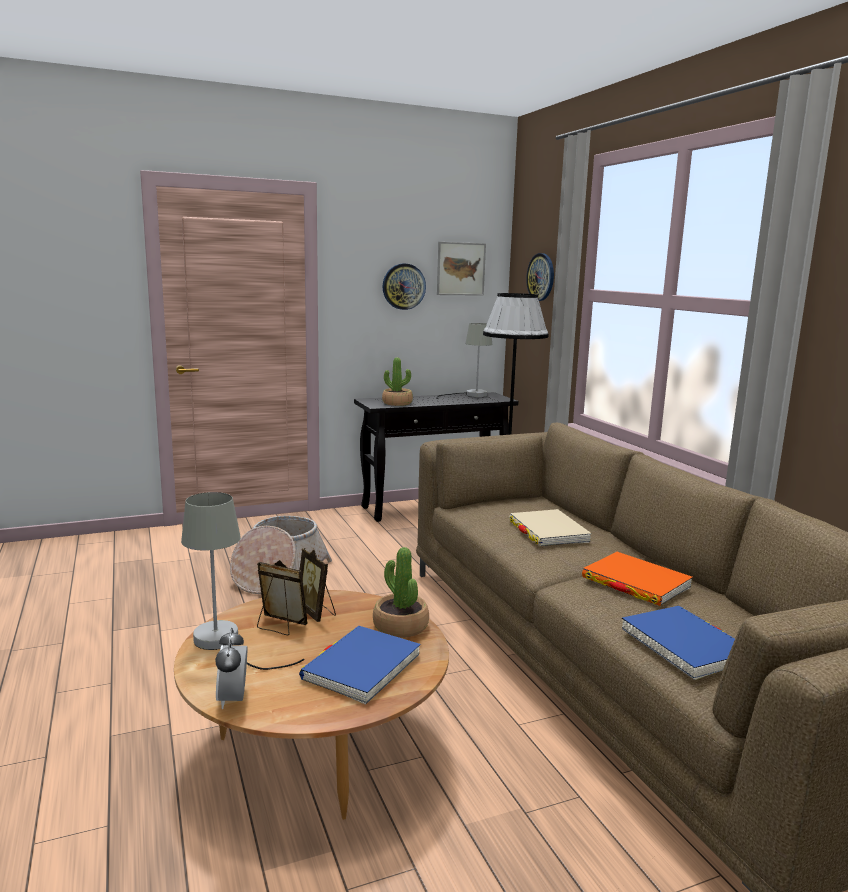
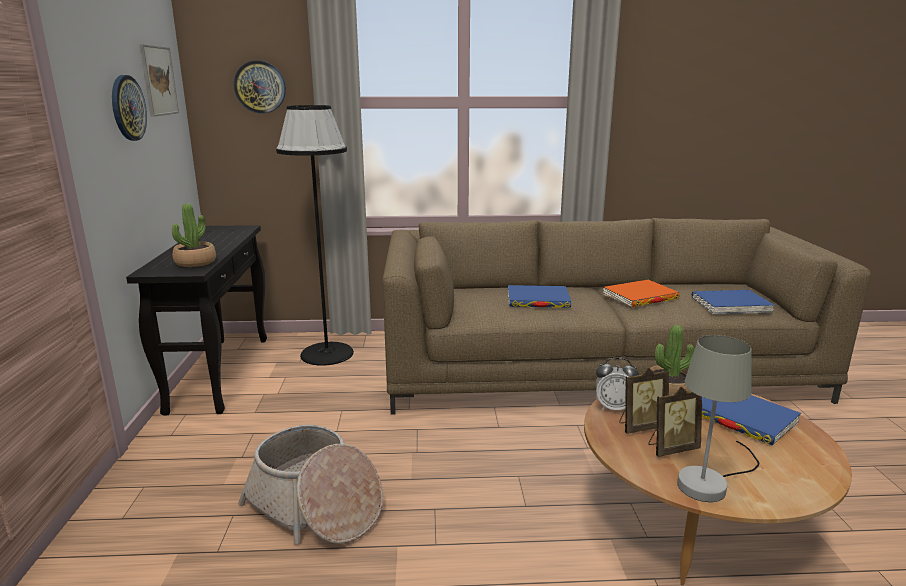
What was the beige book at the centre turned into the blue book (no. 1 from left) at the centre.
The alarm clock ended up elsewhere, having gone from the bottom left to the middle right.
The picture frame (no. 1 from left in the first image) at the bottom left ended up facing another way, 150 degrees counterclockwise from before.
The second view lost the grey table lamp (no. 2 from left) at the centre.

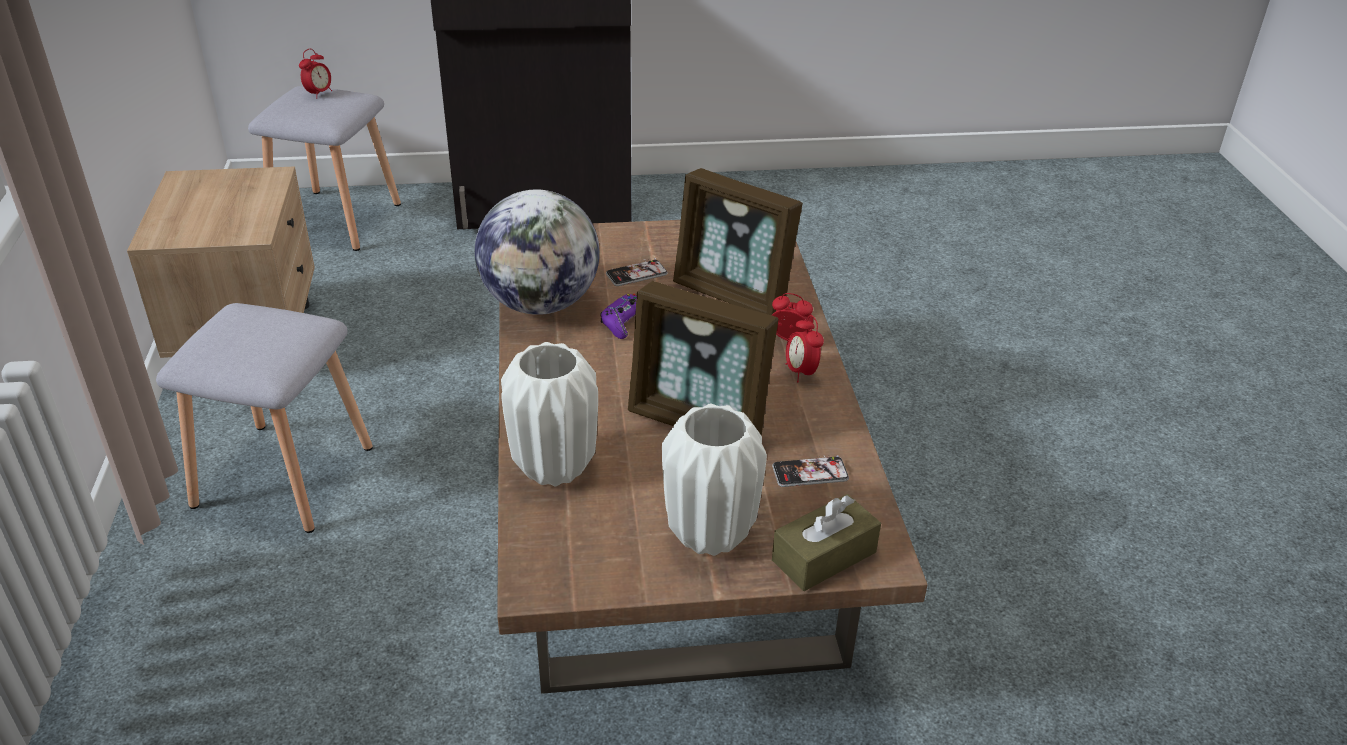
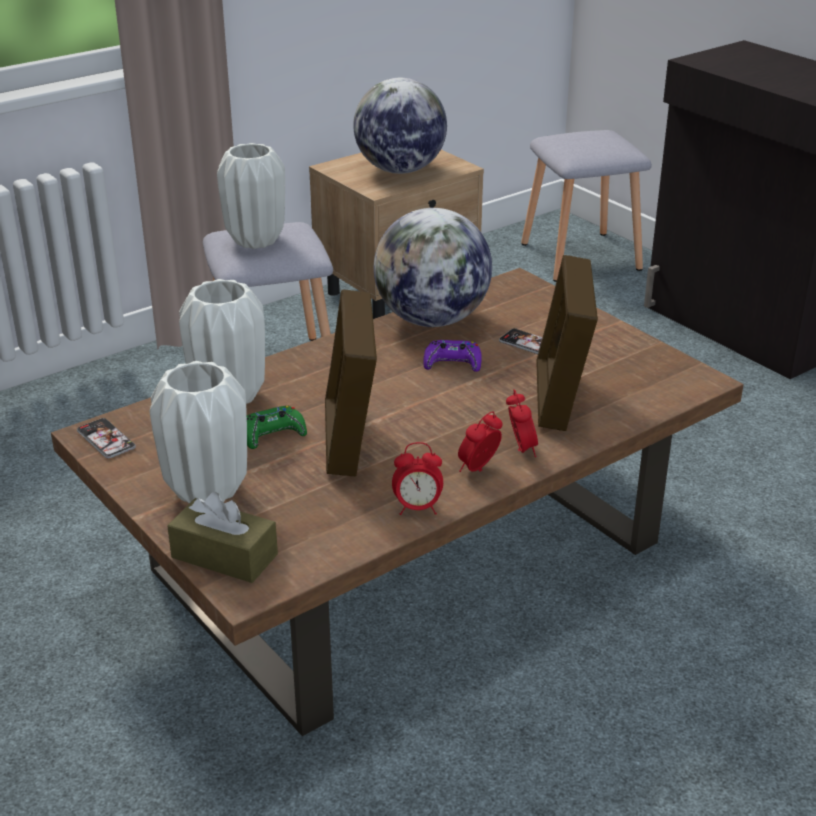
The phone (no. 2 from left in the first image) ended up elsewhere, having gone from the centre to the middle left.
The second view gained the white vase (no. 3 from left) at the top left.
The second view gained the green game controller at the centre.
The second view gained the globe (no. 1 from left) at the top centre.
The alarm clock (no. 1 from left) ended up elsewhere, having gone from the top left to the centre.

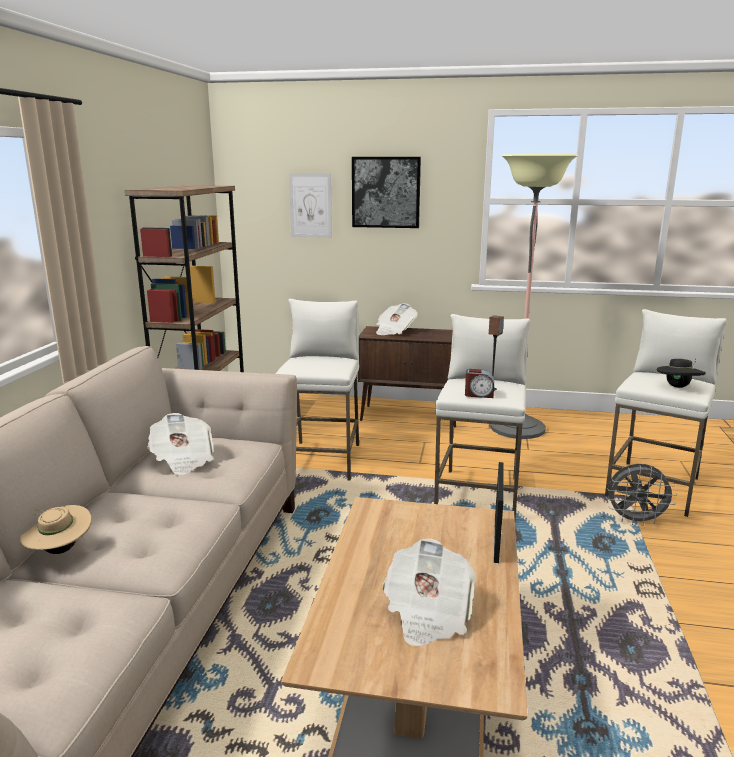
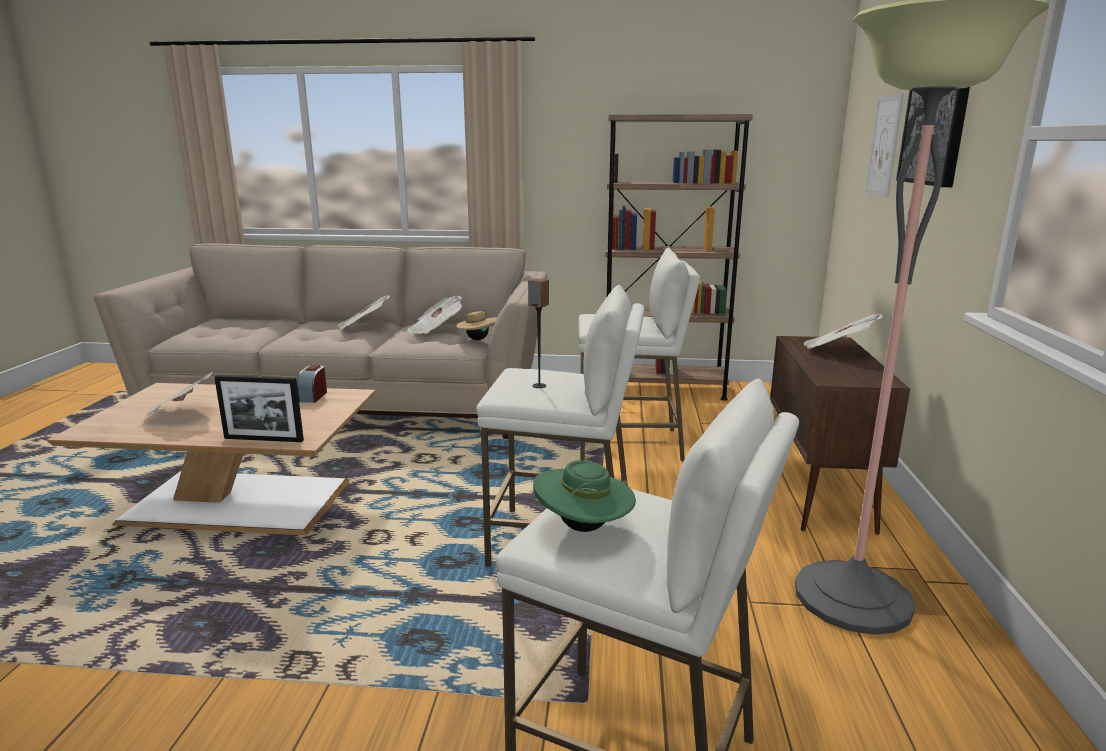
The alarm clock ended up elsewhere, having gone from the centre to the middle left.
The second view gained the newspaper (no. 2 from left) at the middle left.
The beige hat ended up elsewhere, having gone from the bottom left to the centre.
What was the black hat at the middle right turned into the green hat at the centre.
The second view lost the grey fan at the middle right.

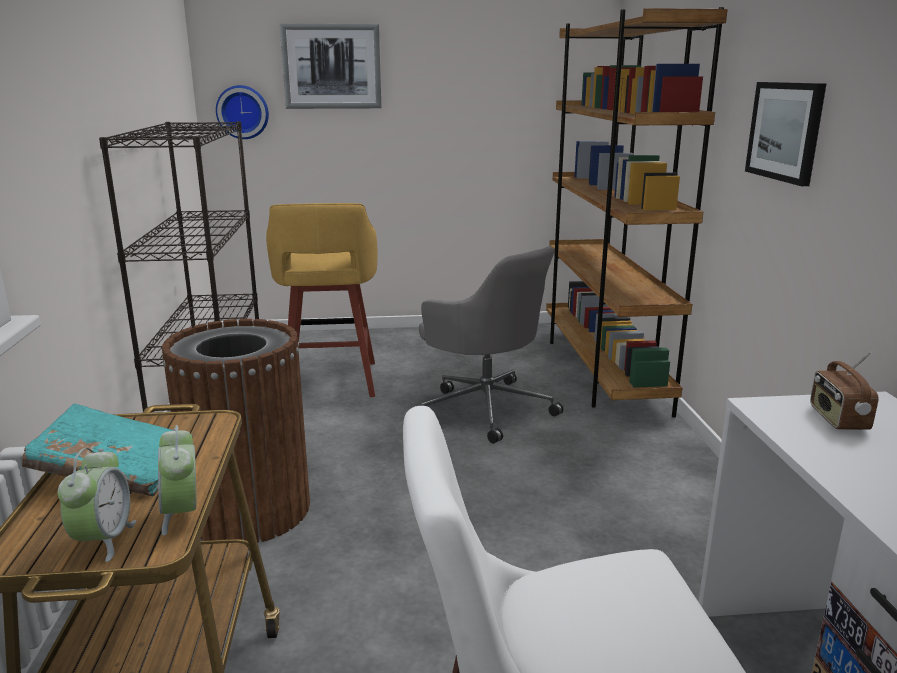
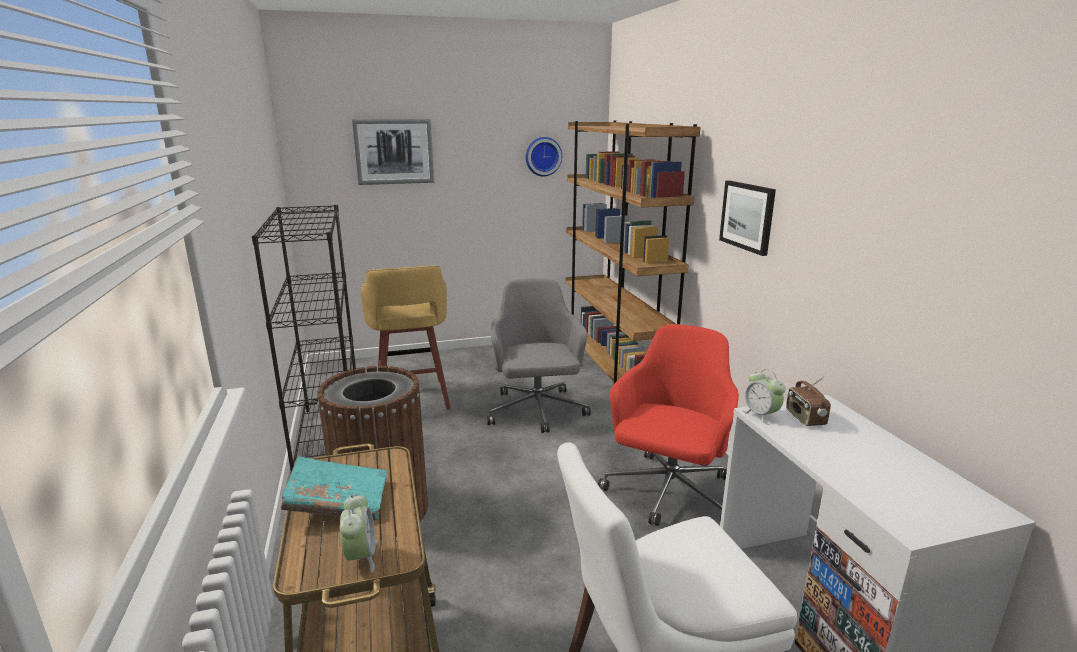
The grey office chair at the centre ended up facing another way, 135 degrees counterclockwise from before.
The wall clock ended up elsewhere, having gone from the top left to the top centre.
The second view gained the red office chair at the centre.
The alarm clock (no. 2 from left) ended up elsewhere, having gone from the bottom left to the middle right.

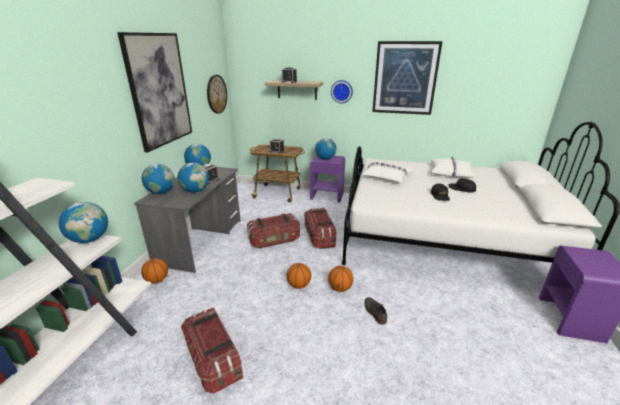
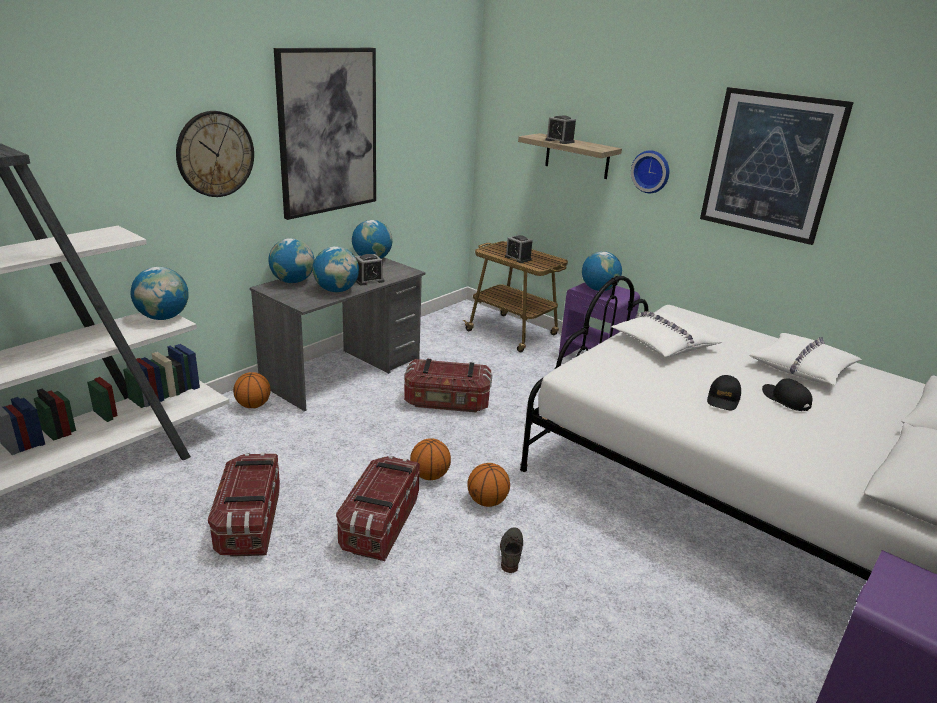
The wall clock (no. 1 from left) ended up elsewhere, having gone from the top centre to the top left.
The storage box (no. 3 from left in the first image) ended up elsewhere, having gone from the centre to the bottom centre.

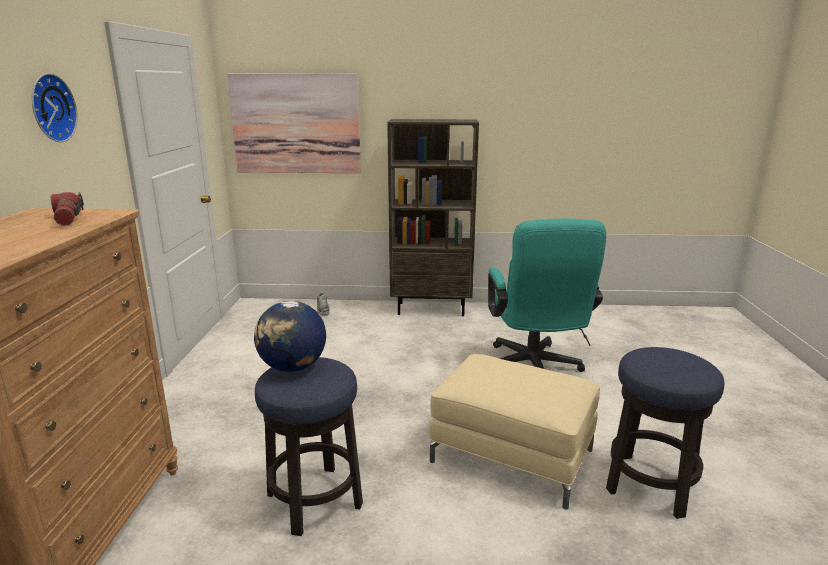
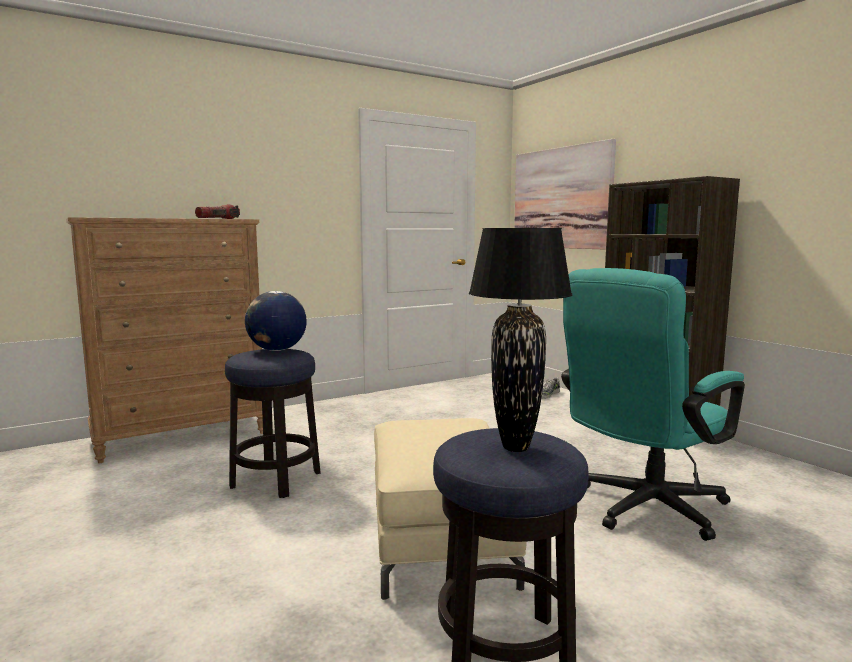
The second view gained the black table lamp at the centre.
The second view lost the wall clock at the top left.

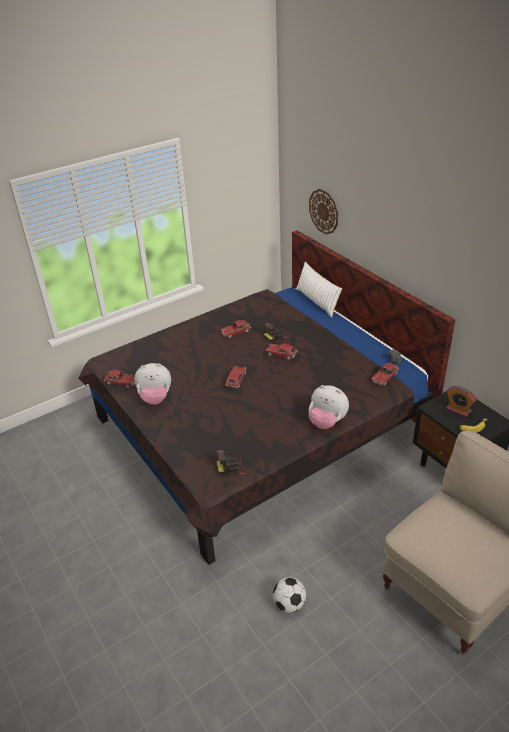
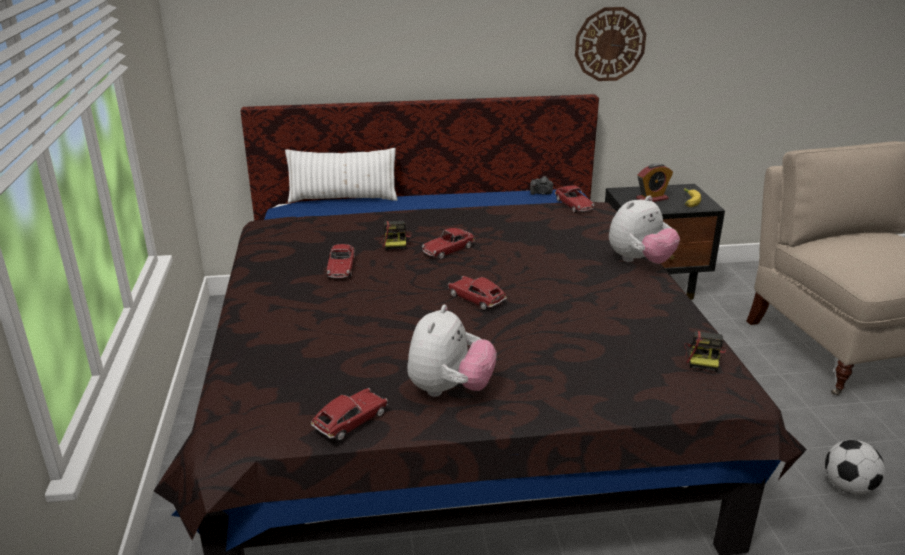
The wall clock ended up elsewhere, having gone from the top centre to the top right.

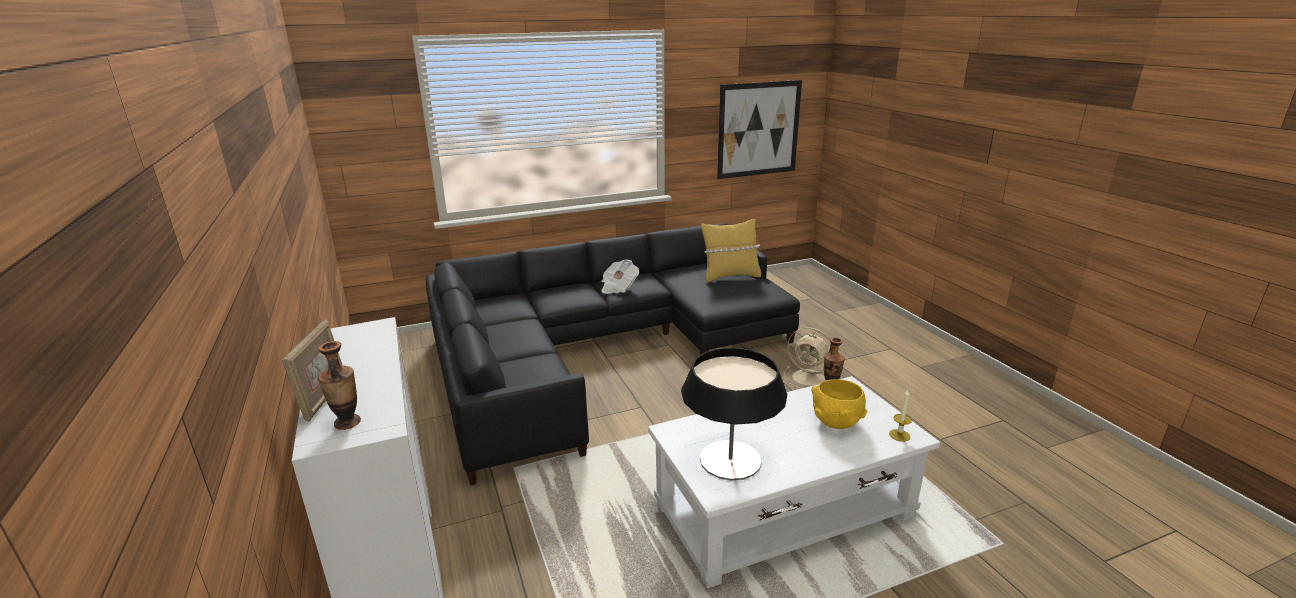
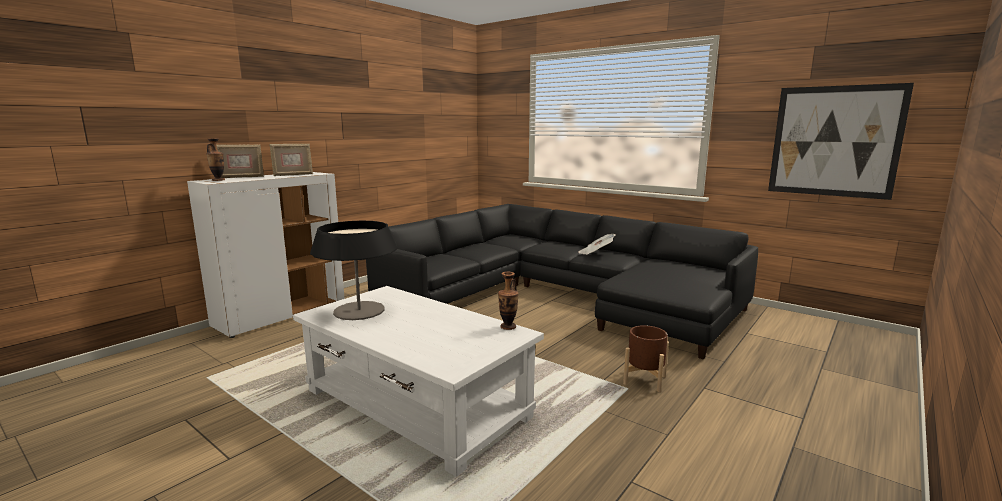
The second view gained the picture frame (no. 2 from left) at the top left.
Where the beige fan stood at the centre, the brown planter came to stand at the bottom centre.
The second view lost the yellow pillow at the centre.
The second view lost the yellow bowl at the bottom centre.
The second view lost the candle at the bottom right.

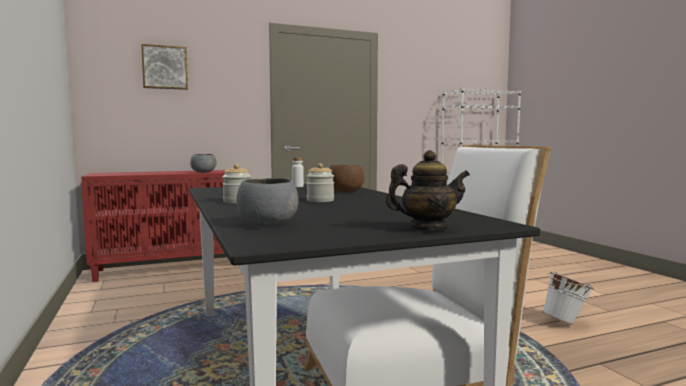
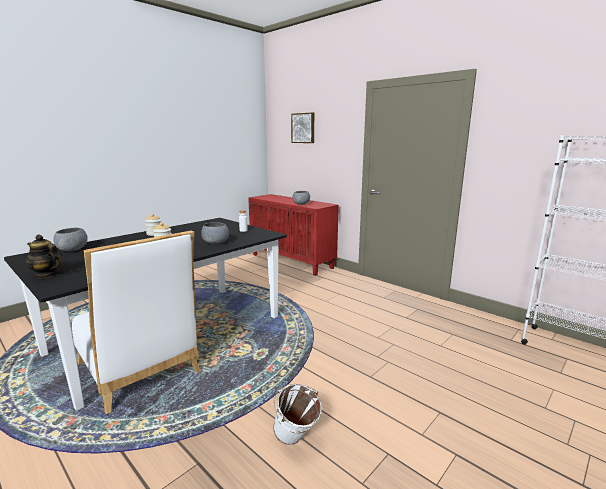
The teapot at the centre ended up facing another way, 150 degrees clockwise from before.
What was the brown bowl at the centre turned into the grey bowl (no. 2 from left) at the centre.

